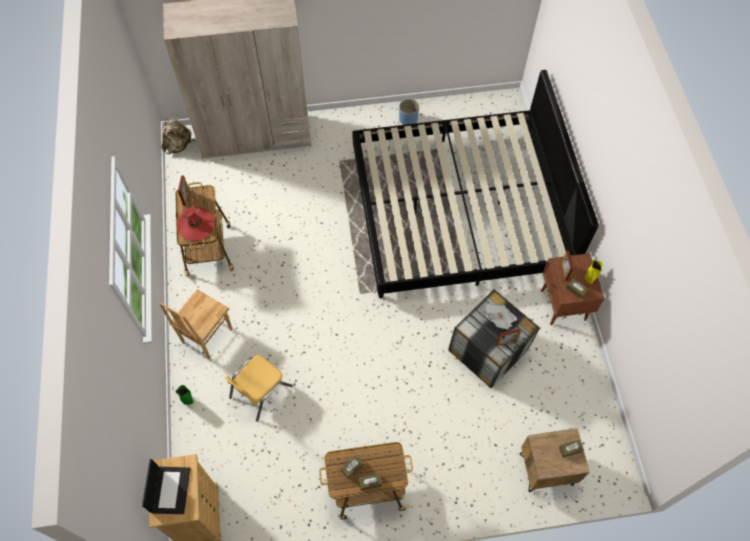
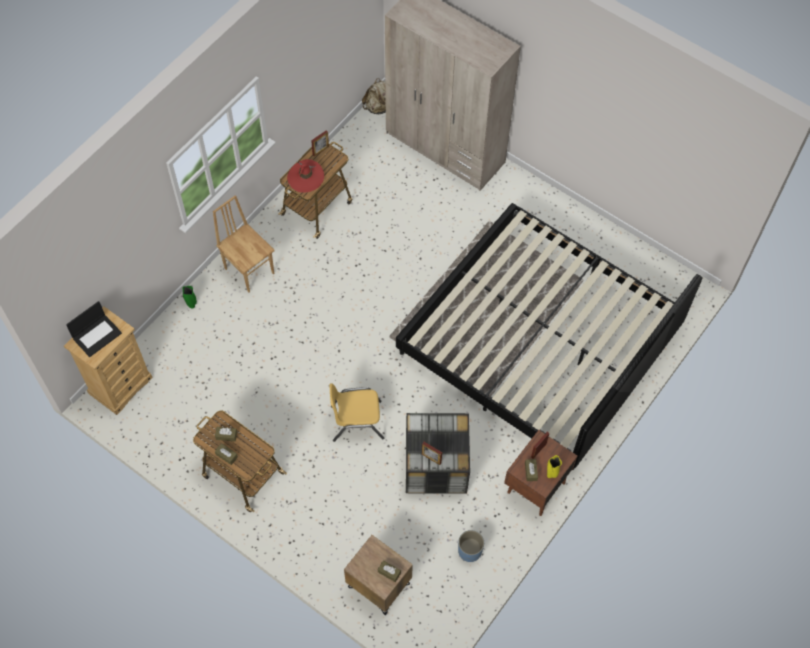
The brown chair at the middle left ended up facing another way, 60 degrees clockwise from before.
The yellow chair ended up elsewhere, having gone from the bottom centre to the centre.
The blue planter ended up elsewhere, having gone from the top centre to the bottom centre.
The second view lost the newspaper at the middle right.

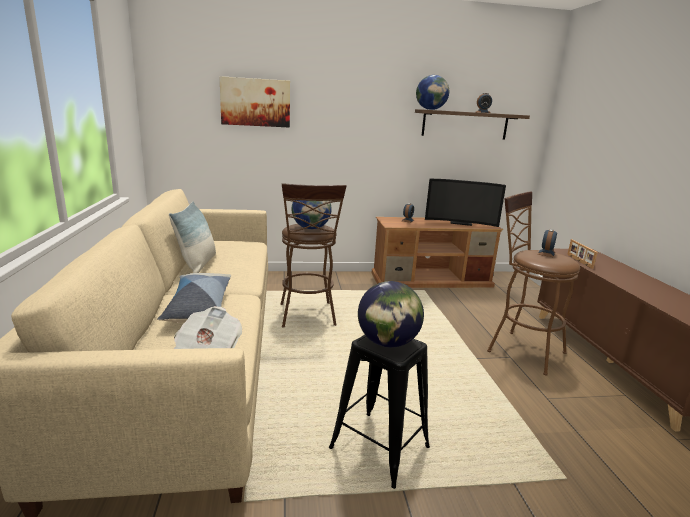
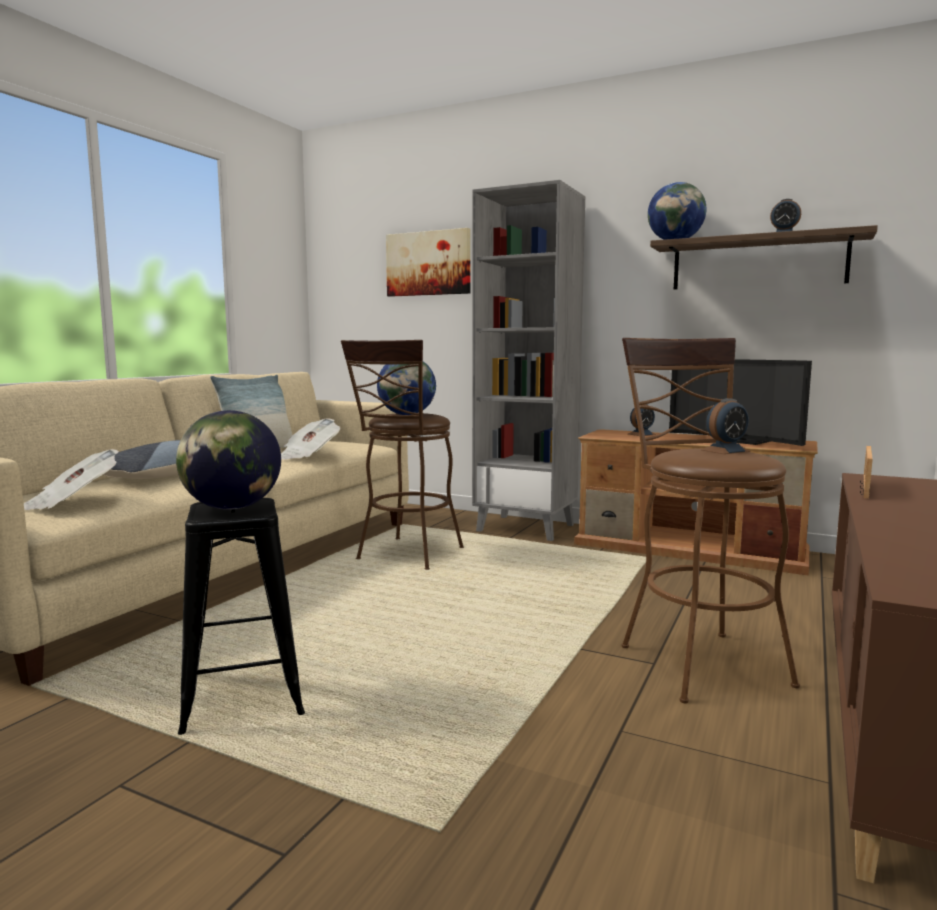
The second view gained the newspaper (no. 2 from left) at the middle left.
The second view gained the grey bookcase at the centre.

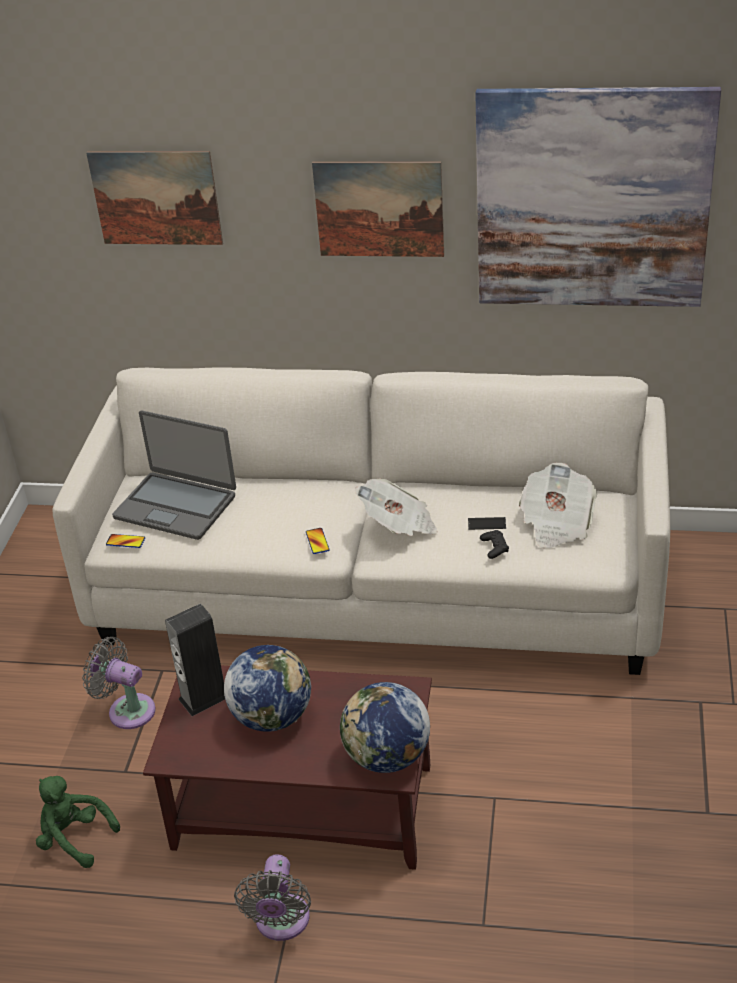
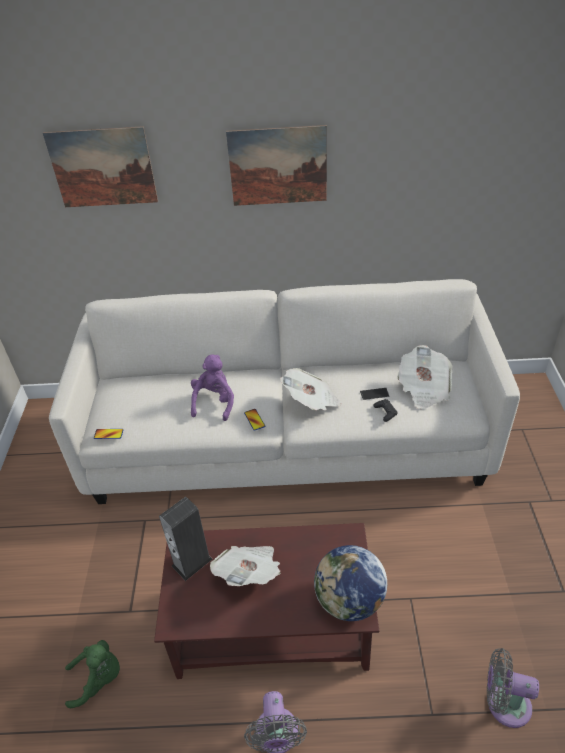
The green plush toy at the bottom left ended up facing another way, 150 degrees clockwise from before.
The second view gained the purple plush toy at the centre.
Where the globe (no. 1 from left) stood at the bottom centre, the newspaper (no. 1 from left) came to stand at the bottom centre.
The grey fan (no. 1 from left in the first image) ended up elsewhere, having gone from the bottom left to the bottom right.
The second view lost the laptop at the middle left.
The second view lost the picture (no. 3 from left) at the top right.

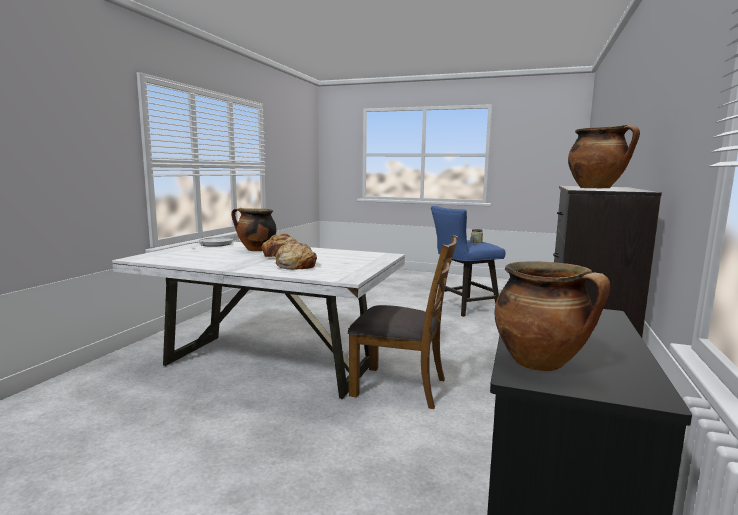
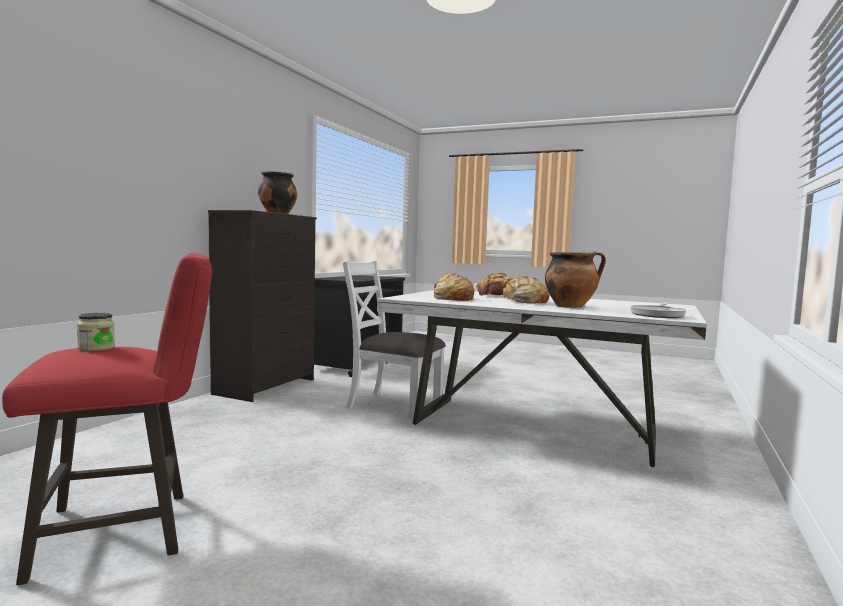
What was the blue stool at the centre turned into the red stool at the bottom left.
What was the brown chair at the centre turned into the white chair at the centre.
The second view gained the bread (no. 1 from left) at the centre.
The second view lost the cooking pot (no. 2 from left) at the middle right.

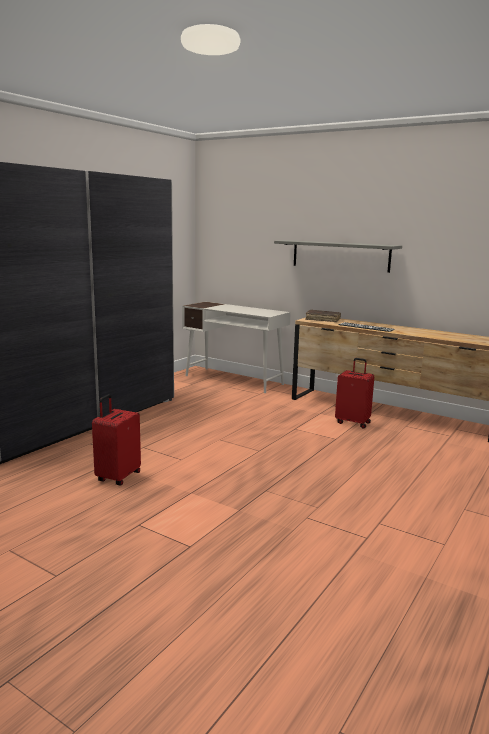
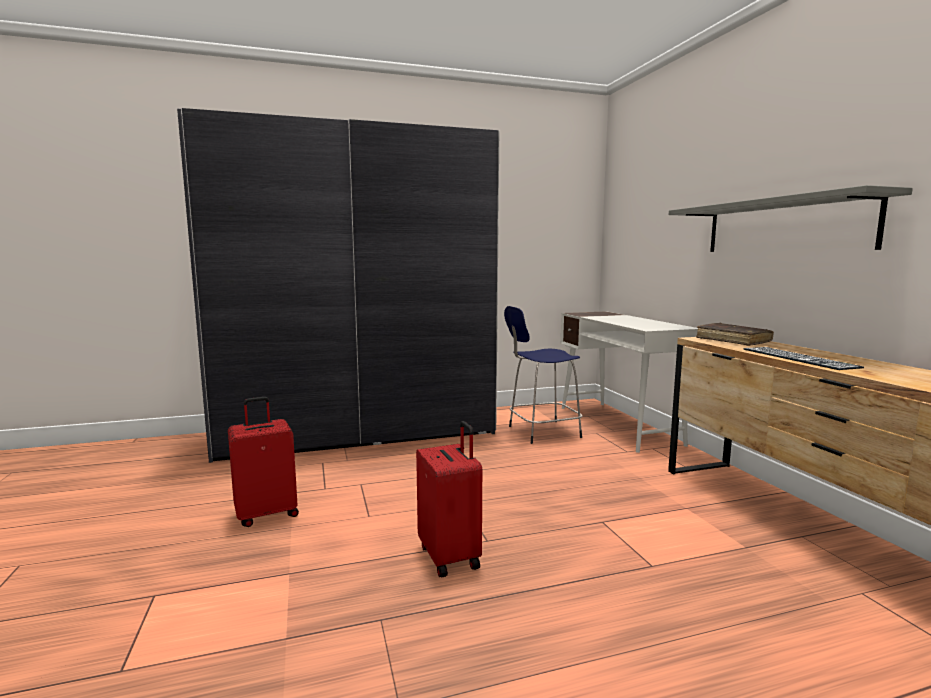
The red suitcase (no. 2 from left) ended up elsewhere, having gone from the middle right to the bottom centre.
The second view gained the blue stool at the centre.

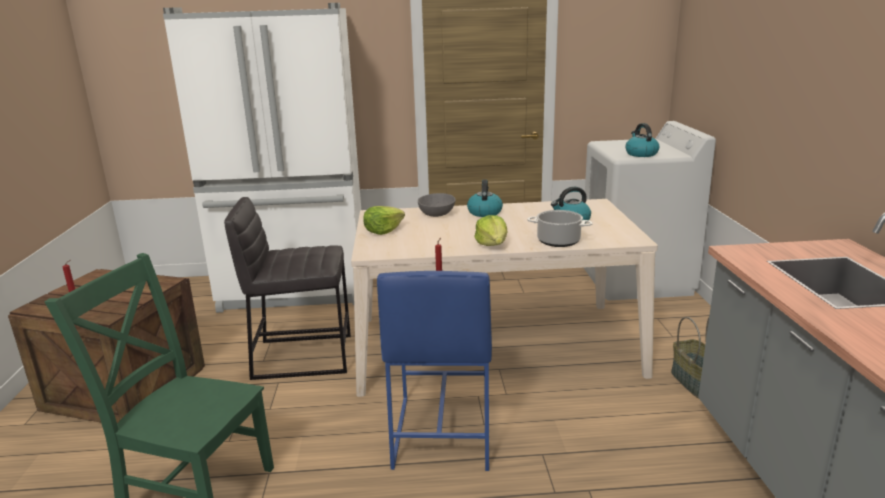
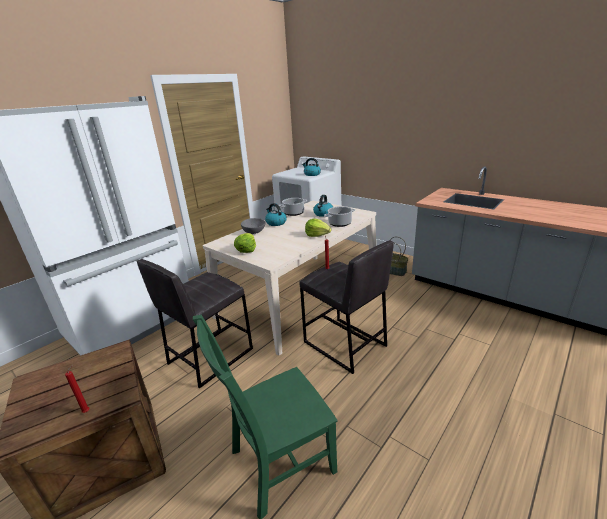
The second view gained the cooking pot (no. 1 from left) at the centre.
What was the blue stool at the bottom centre turned into the grey stool (no. 2 from left) at the centre.

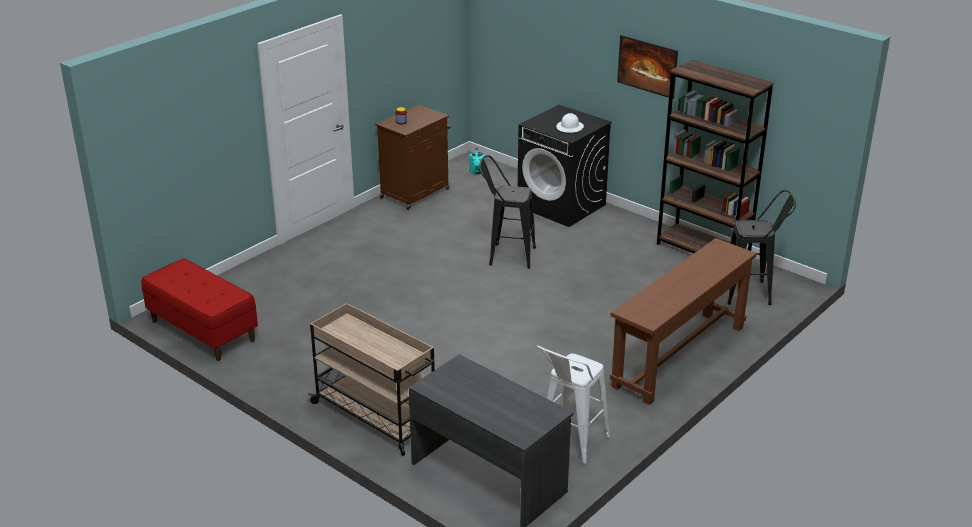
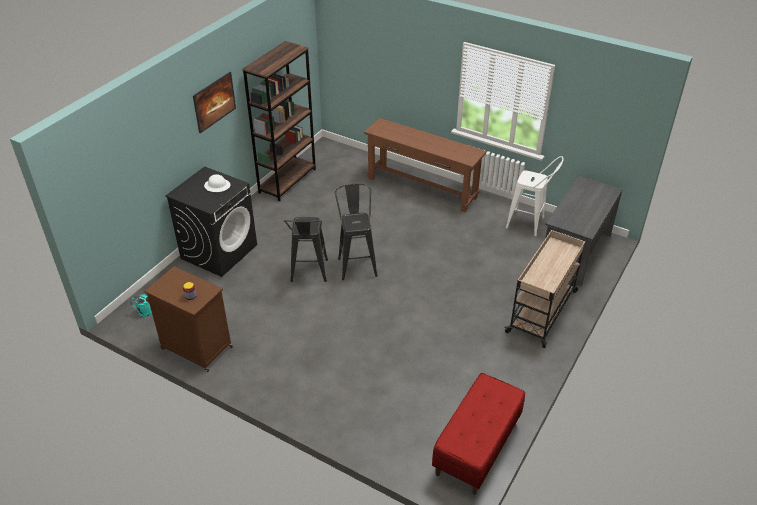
The black stool (no. 2 from left) ended up elsewhere, having gone from the middle right to the centre.

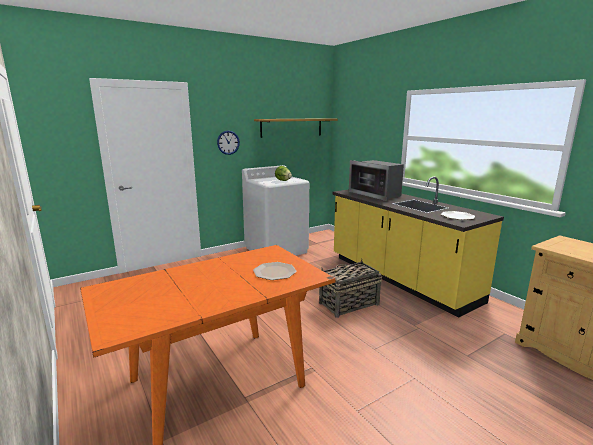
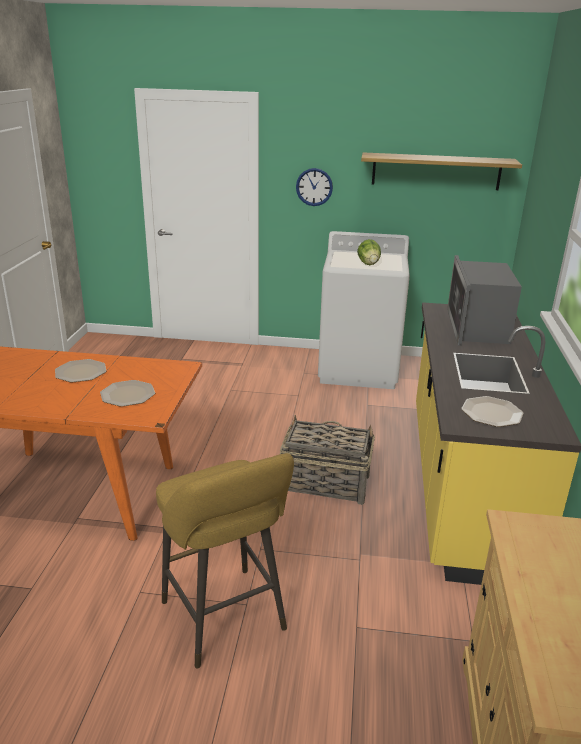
The second view gained the plate (no. 1 from left) at the middle left.
The second view gained the yellow stool at the bottom centre.

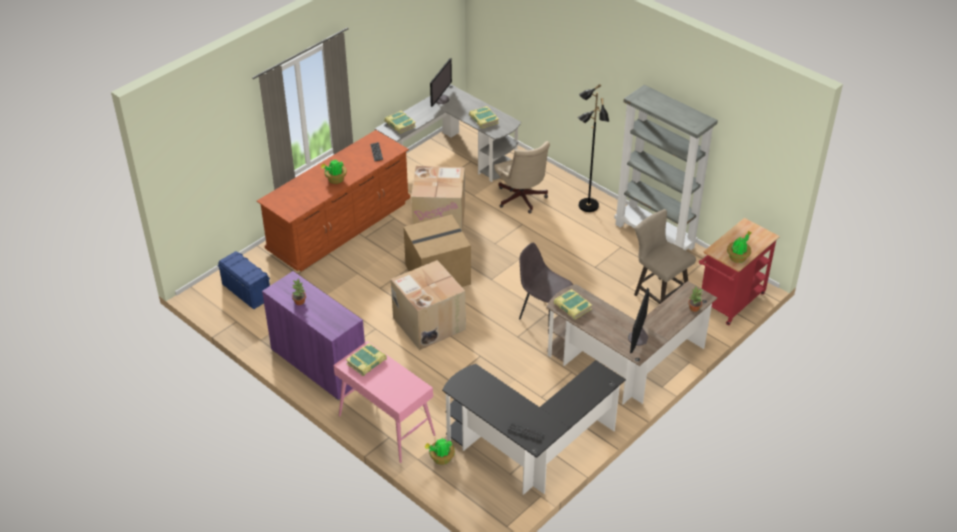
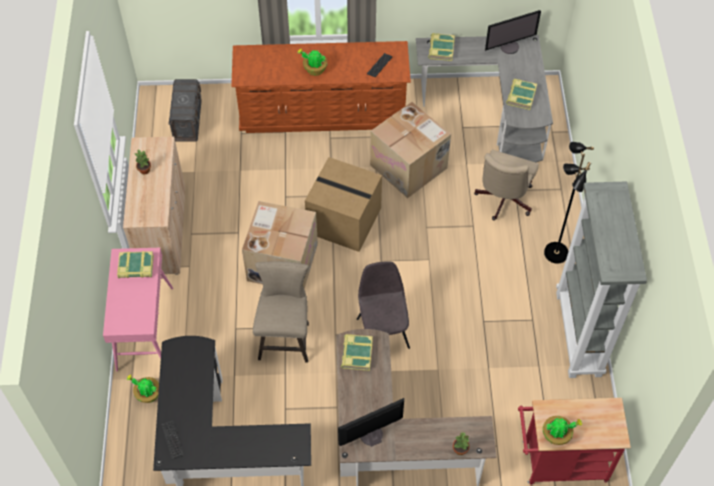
What was the purple cabinet at the middle left turned into the beige cabinet at the middle left.
What was the blue storage box at the middle left turned into the grey storage box at the top left.
The beige stool ended up elsewhere, having gone from the middle right to the centre.

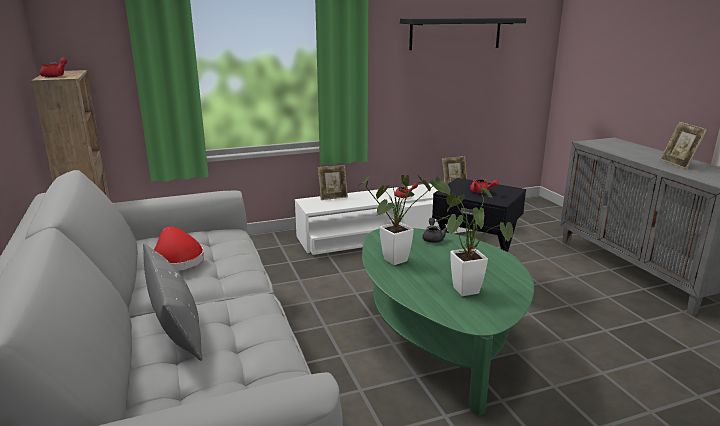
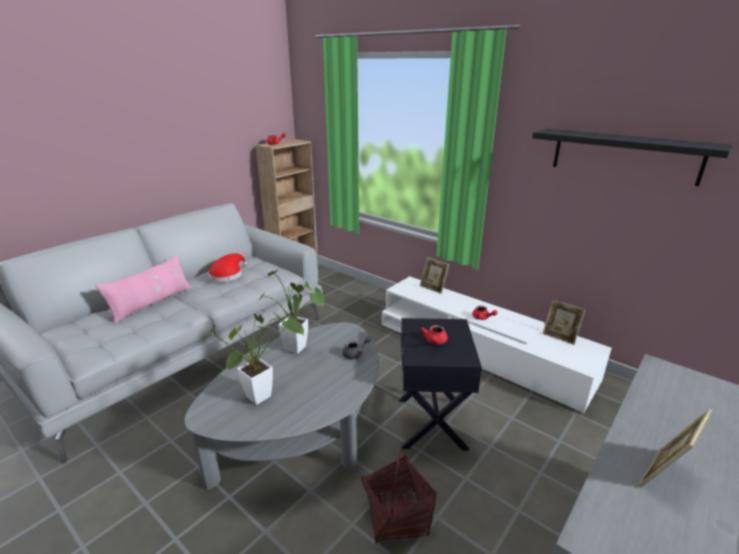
What was the grey pillow at the bottom left turned into the pink pillow at the middle left.
What was the green coffee table at the bottom centre turned into the grey coffee table at the bottom centre.
The second view gained the basket at the bottom centre.

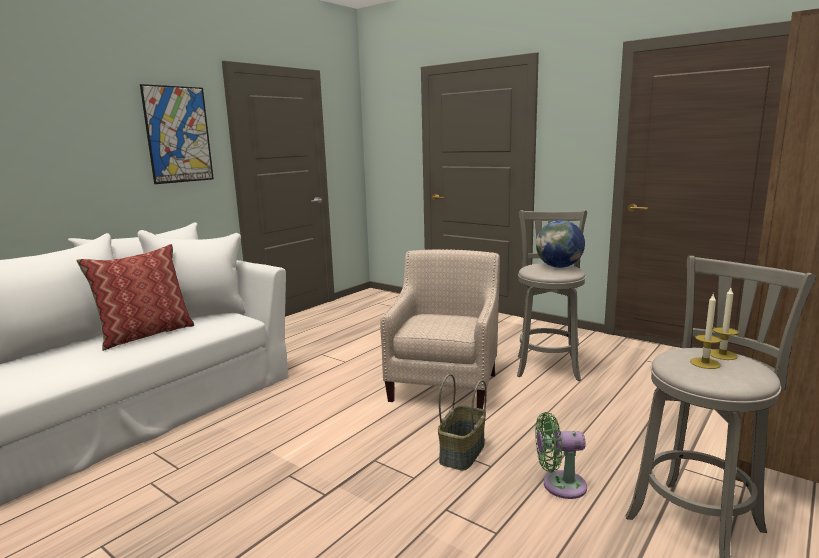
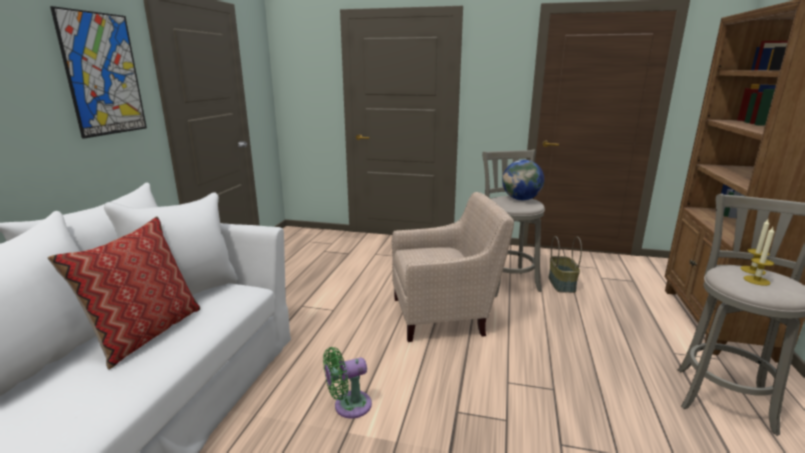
The green fan ended up elsewhere, having gone from the bottom right to the bottom centre.
The beige armchair at the centre ended up facing another way, 90 degrees clockwise from before.
The basket ended up elsewhere, having gone from the bottom centre to the middle right.

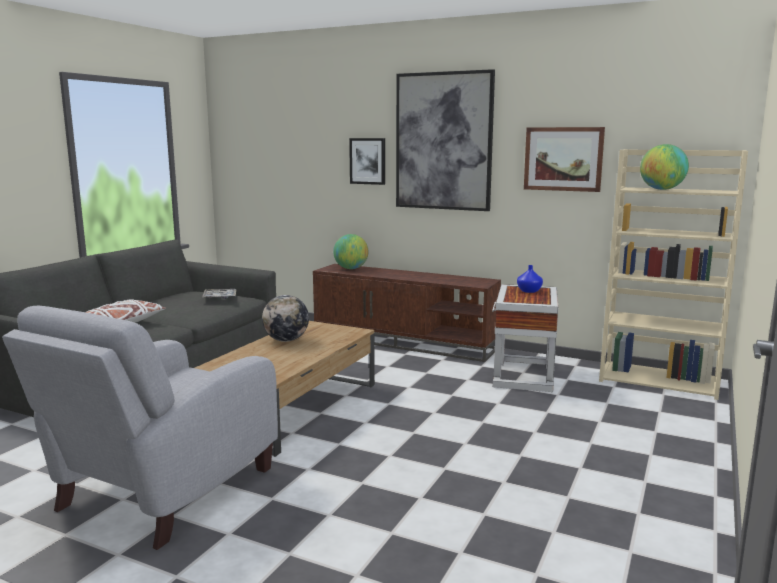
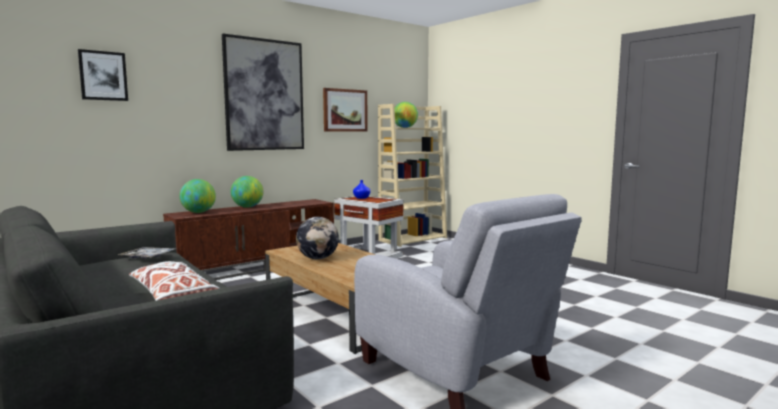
The picture (no. 1 from left) ended up elsewhere, having gone from the top centre to the top left.
The second view gained the globe (no. 2 from left) at the middle left.

